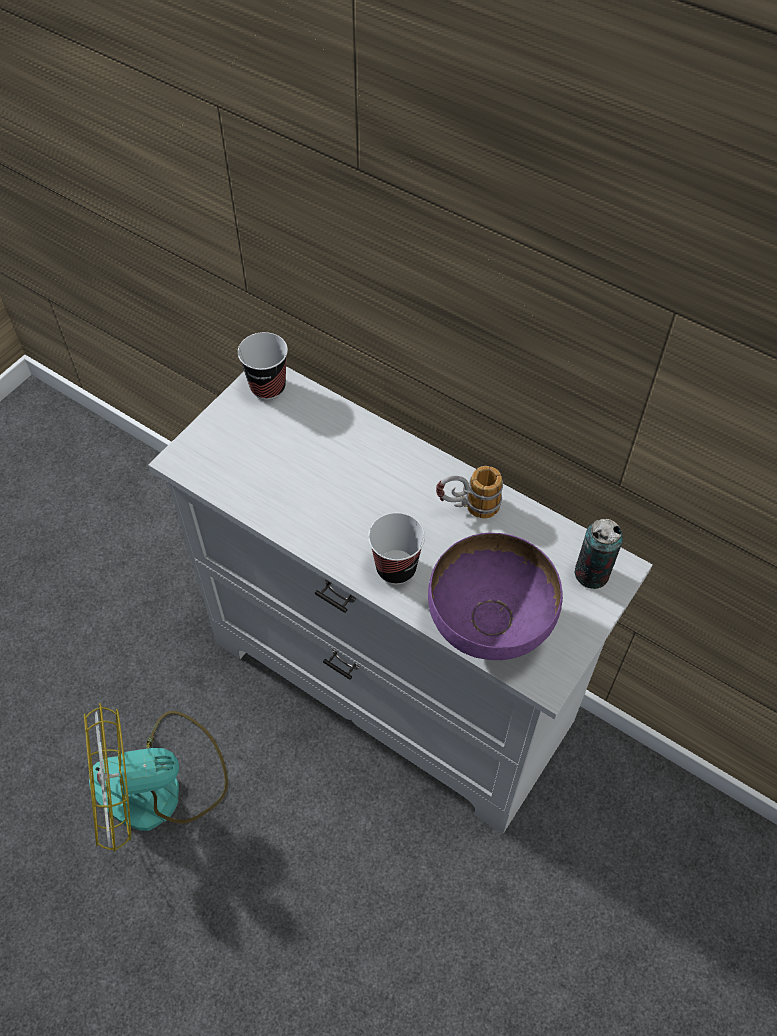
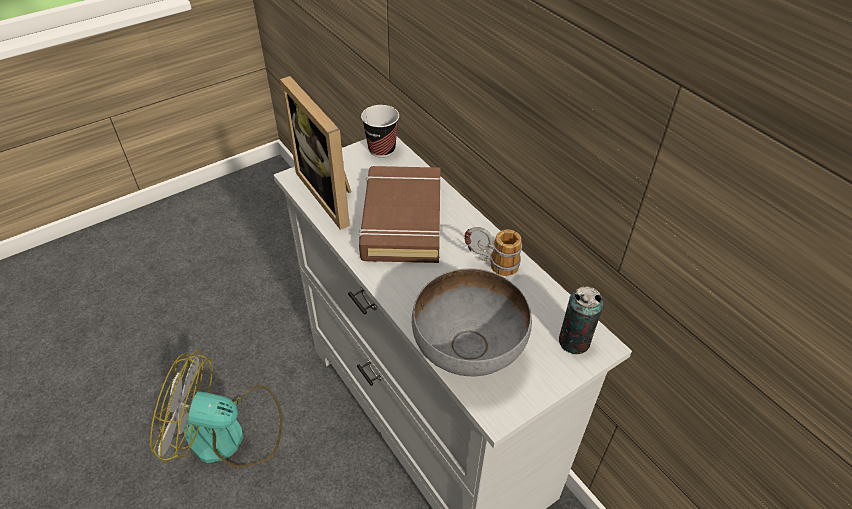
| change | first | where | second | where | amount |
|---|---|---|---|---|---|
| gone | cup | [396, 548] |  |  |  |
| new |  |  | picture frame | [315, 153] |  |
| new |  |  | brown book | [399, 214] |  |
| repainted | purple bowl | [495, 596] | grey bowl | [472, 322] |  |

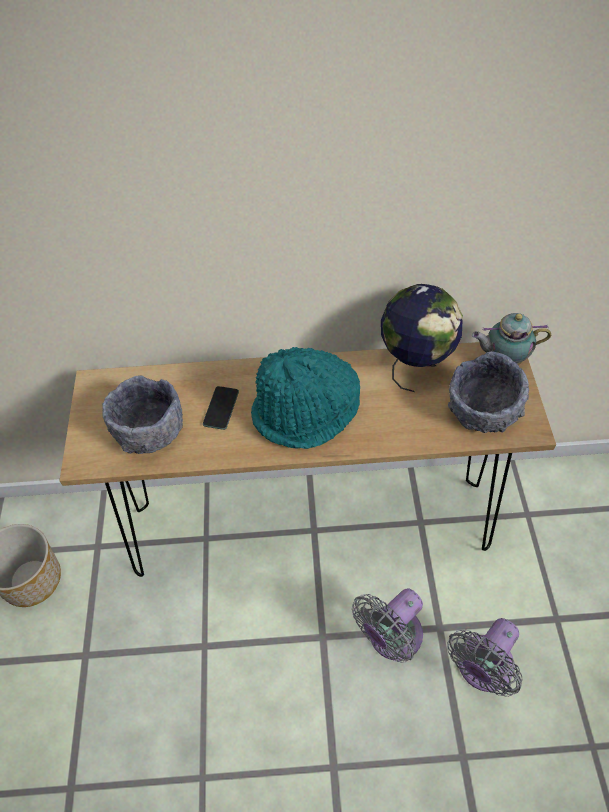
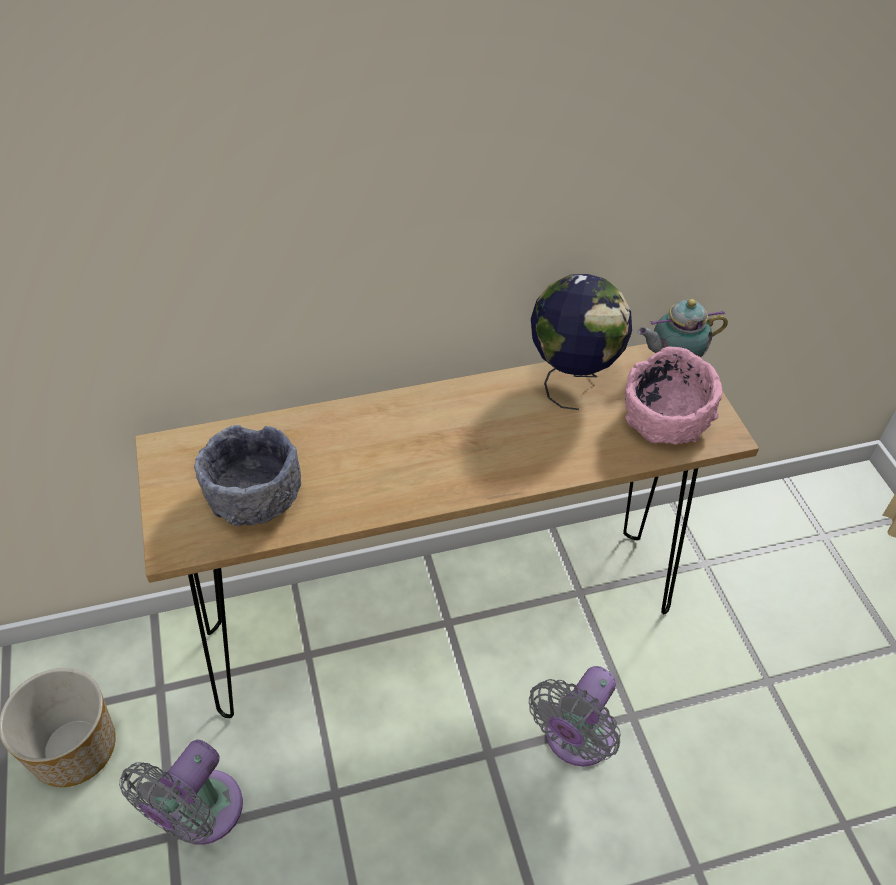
| change | first | where | second | where | amount |
|---|---|---|---|---|---|
| gone | phone | [221, 408] |  |  |  |
| gone | turquoise hat | [305, 398] |  |  |  |
| shifted | grey fan | [484, 657] |  | [181, 792] |  |
| repainted | grey bowl | [488, 392] | pink bowl | [673, 395] |  |

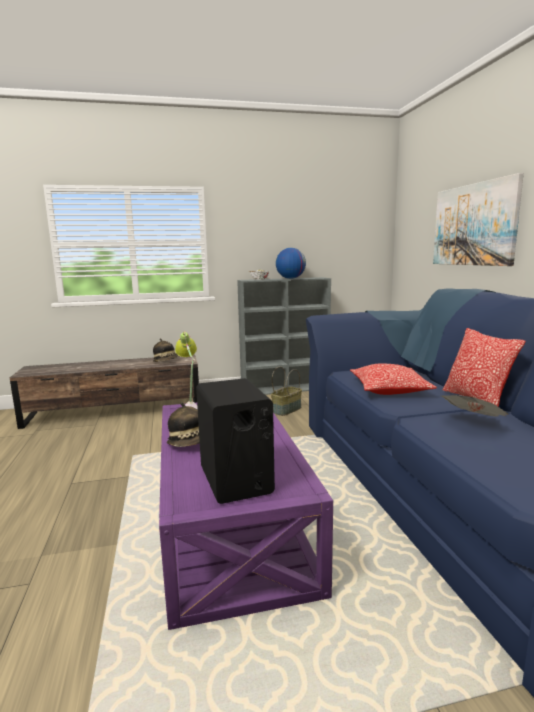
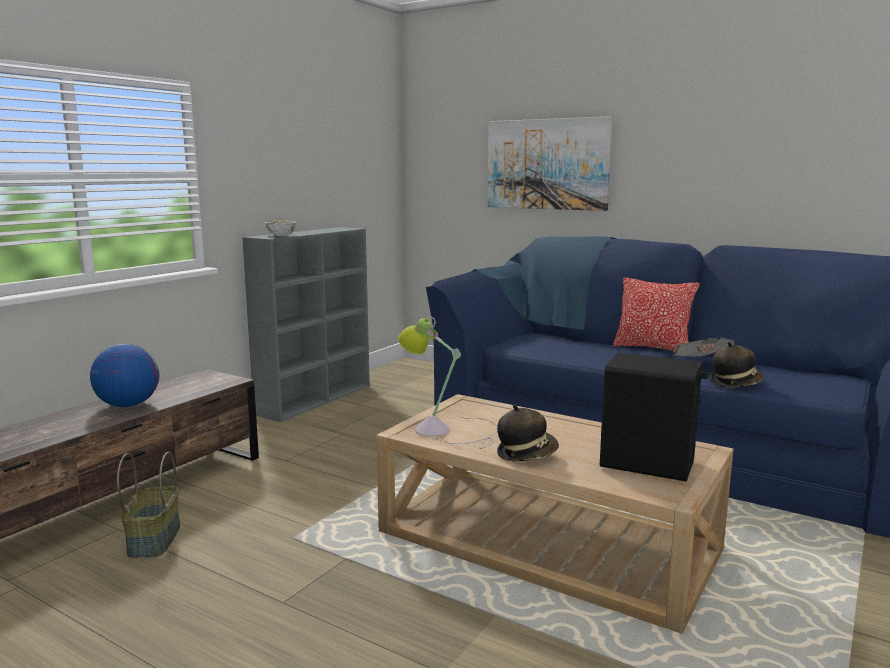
| change | first | where | second | where | amount |
|---|---|---|---|---|---|
| gone | pillow | [393, 379] |  |  |  |
| shifted | hat | [165, 350] |  | [737, 365] |  |
| shifted | basket | [286, 391] |  | [148, 504] |  |
| shifted | globe | [291, 263] |  | [124, 375] |  |
| repainted | purple coffee table | [246, 516] | beige coffee table | [554, 514] |  |

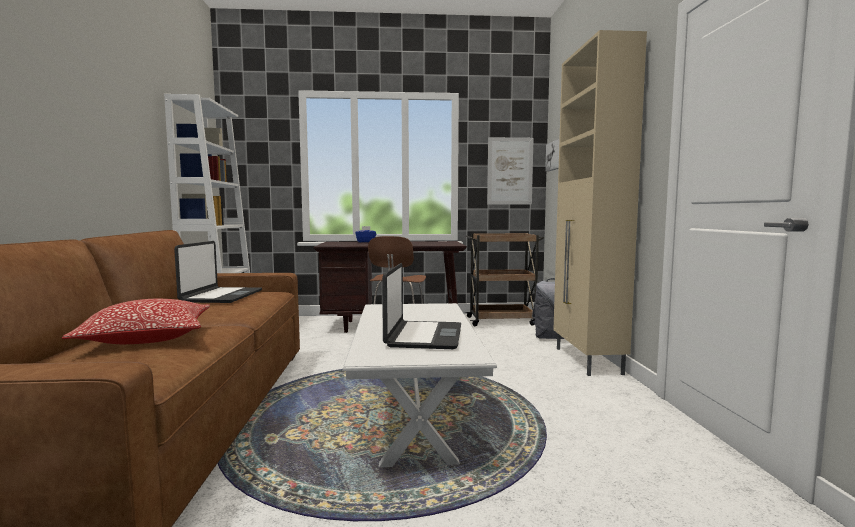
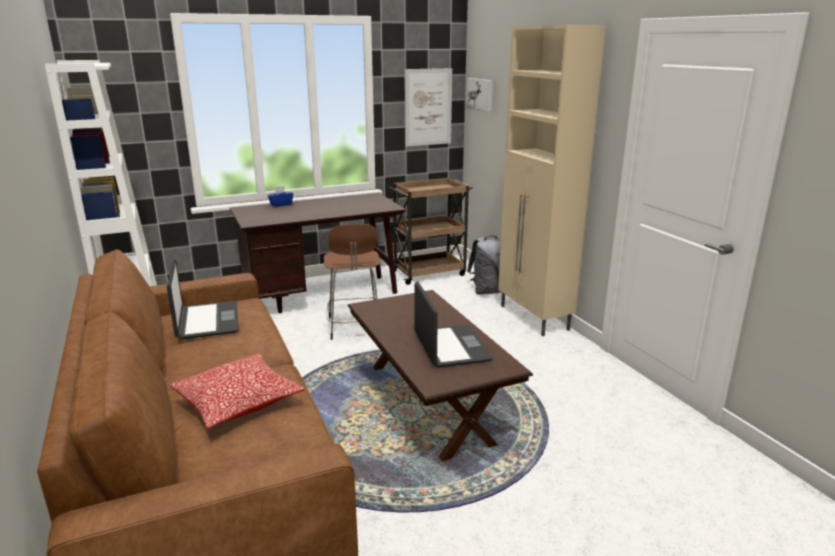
| change | first | where | second | where | amount |
|---|---|---|---|---|---|
| repainted | white coffee table | [419, 385] | brown coffee table | [440, 375] |  |

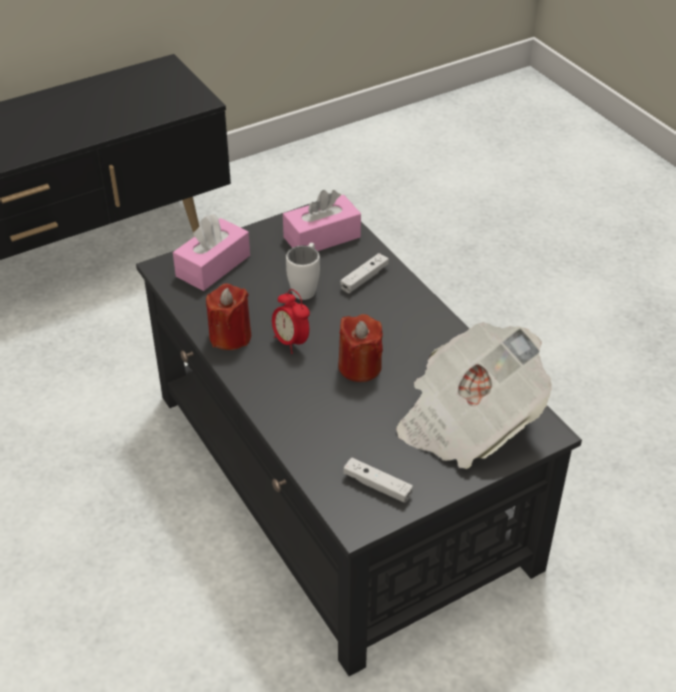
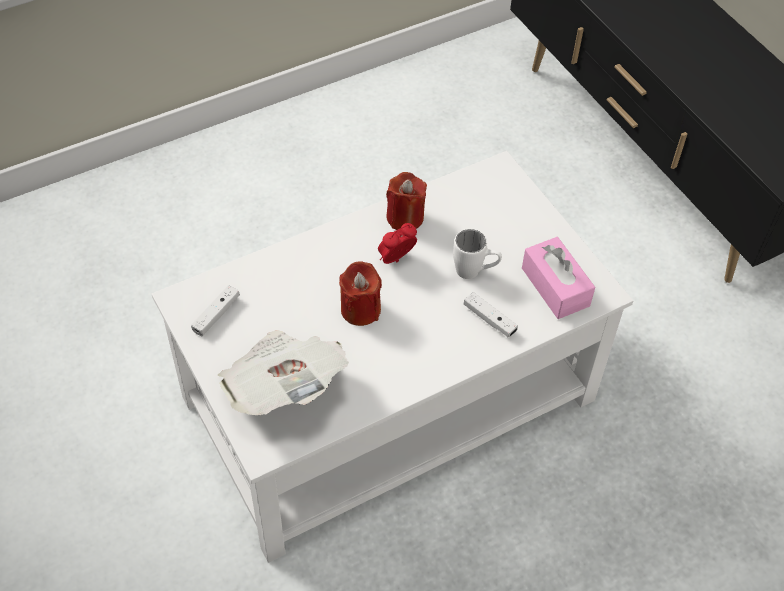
| change | first | where | second | where | amount |
|---|---|---|---|---|---|
| gone | pink tissue box | [211, 252] |  |  |  |
| repainted | black coffee table | [359, 438] | white coffee table | [392, 357] |  |

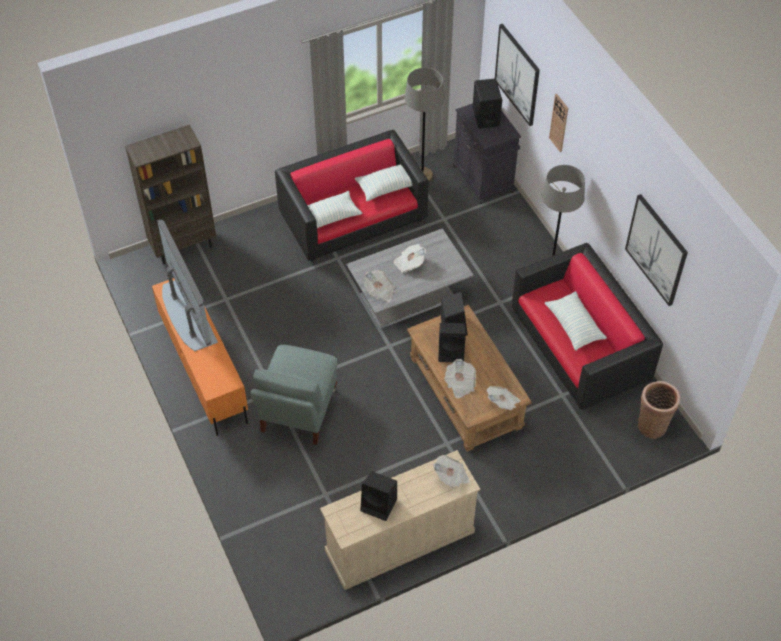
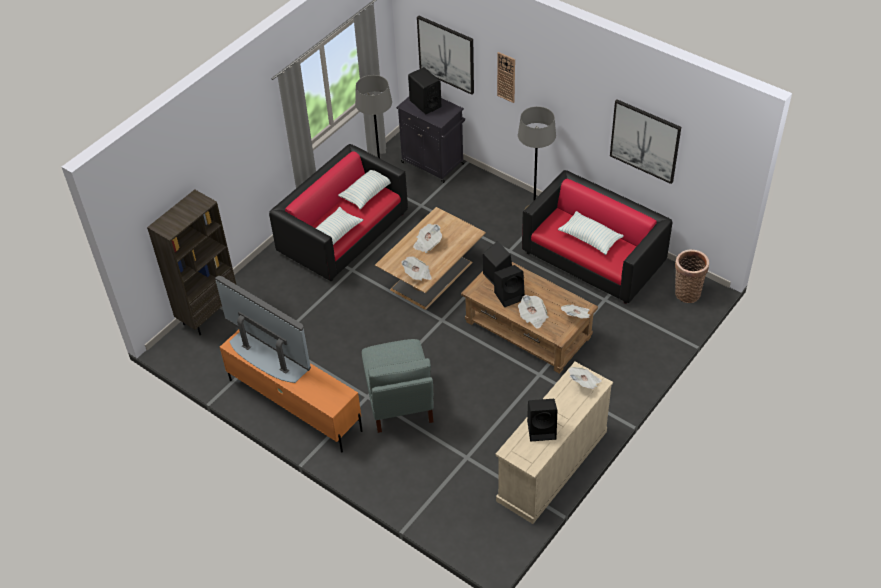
| change | first | where | second | where | amount |
|---|---|---|---|---|---|
| repainted | grey coffee table | [410, 278] | brown coffee table | [430, 258] |  |

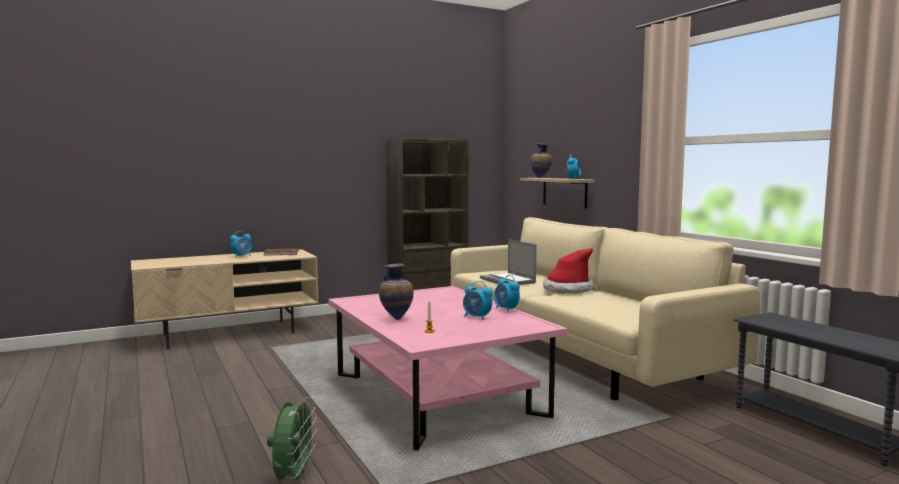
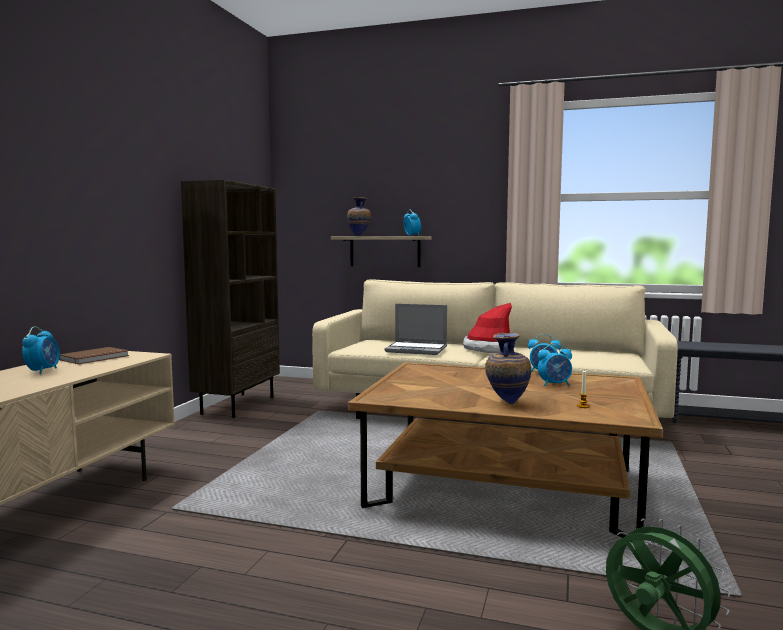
| change | first | where | second | where | amount |
|---|---|---|---|---|---|
| repainted | pink coffee table | [448, 368] | brown coffee table | [505, 452] |  |

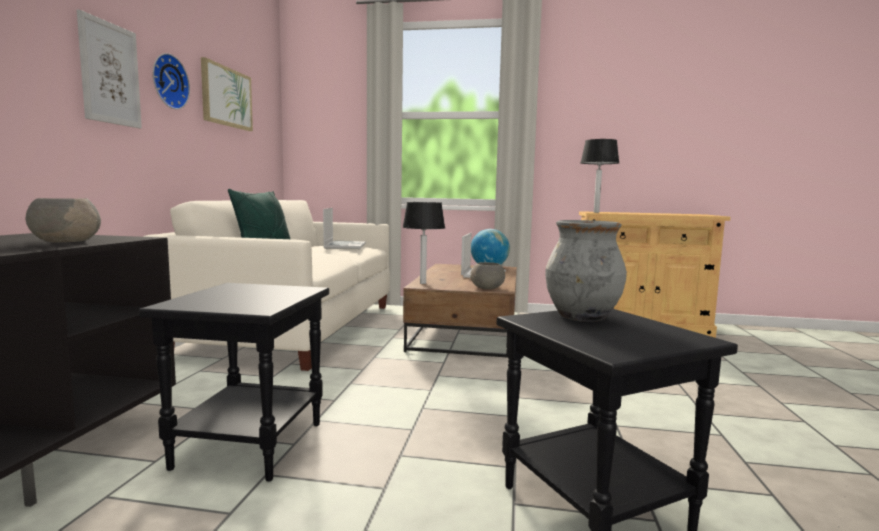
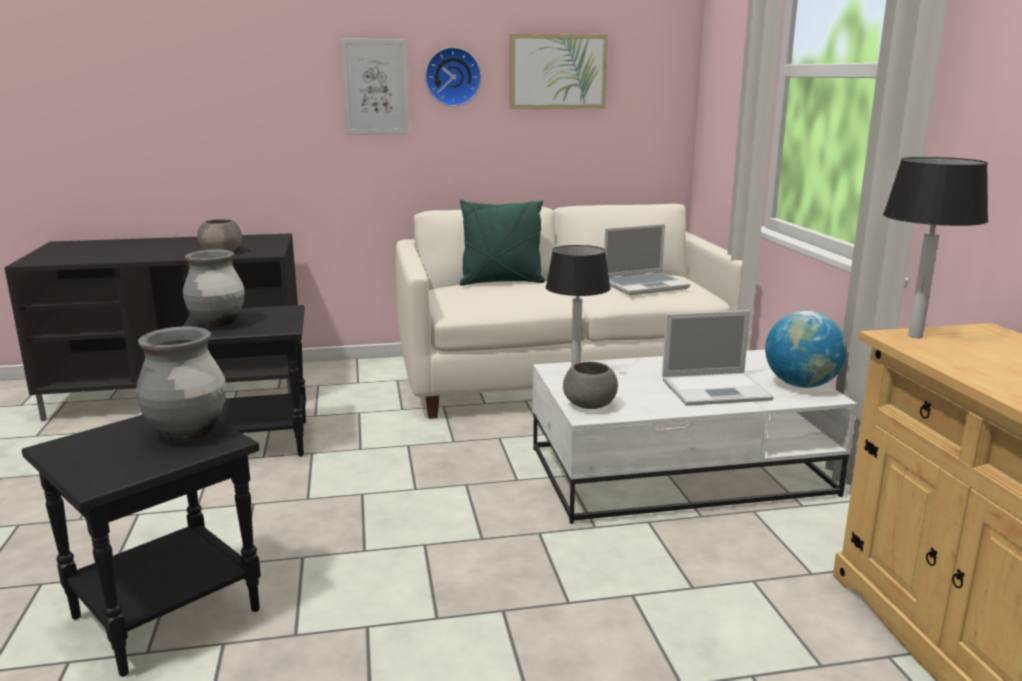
| change | first | where | second | where | amount |
|---|---|---|---|---|---|
| new |  |  | grey vase | [214, 288] |  |
| repainted | brown coffee table | [460, 311] | white coffee table | [695, 437] |  |

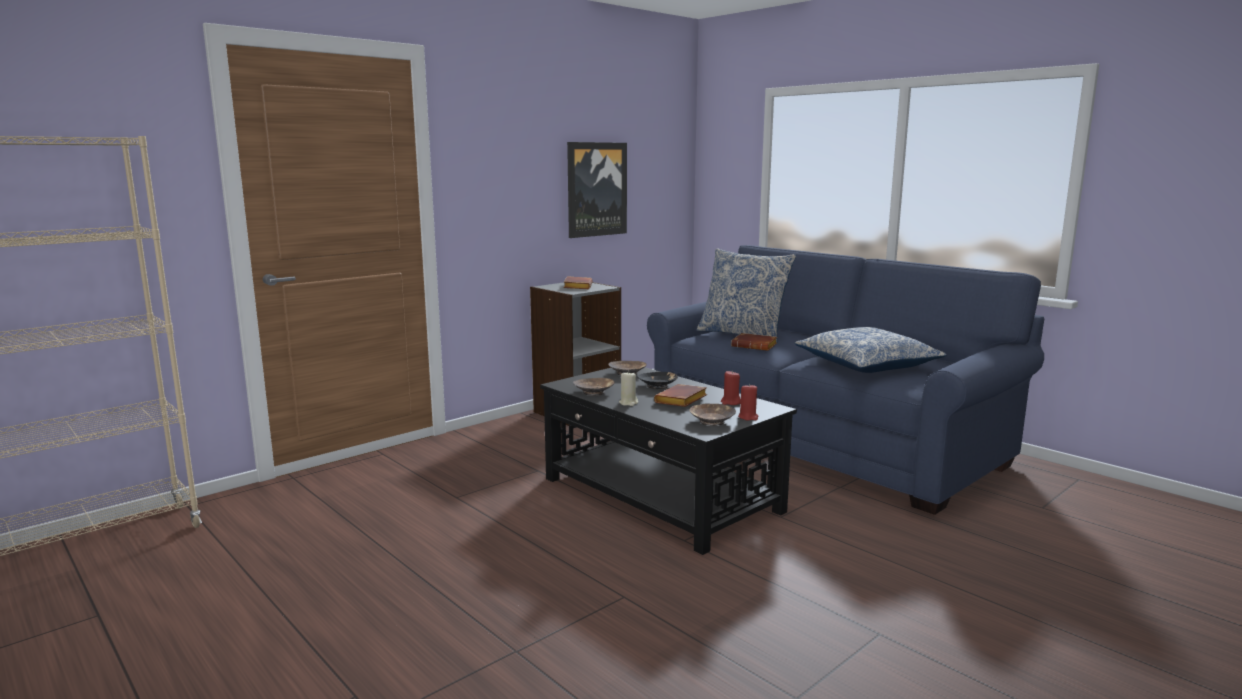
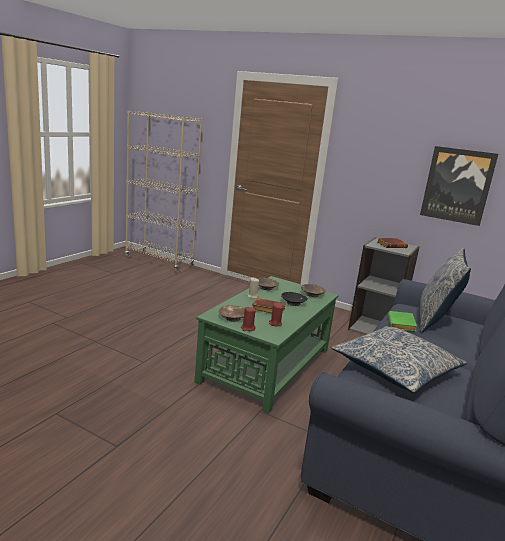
| change | first | where | second | where | amount |
|---|---|---|---|---|---|
| repainted | black coffee table | [668, 461] | green coffee table | [266, 345] |  |
| repainted | brown book | [754, 342] | green book | [402, 321] |  |

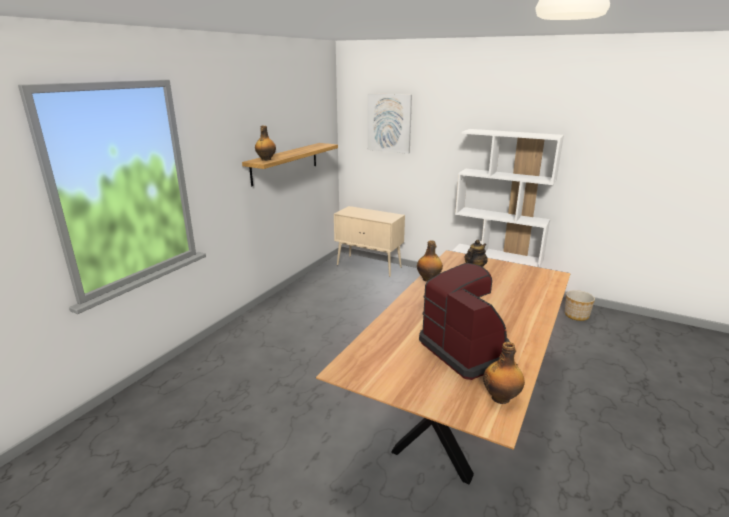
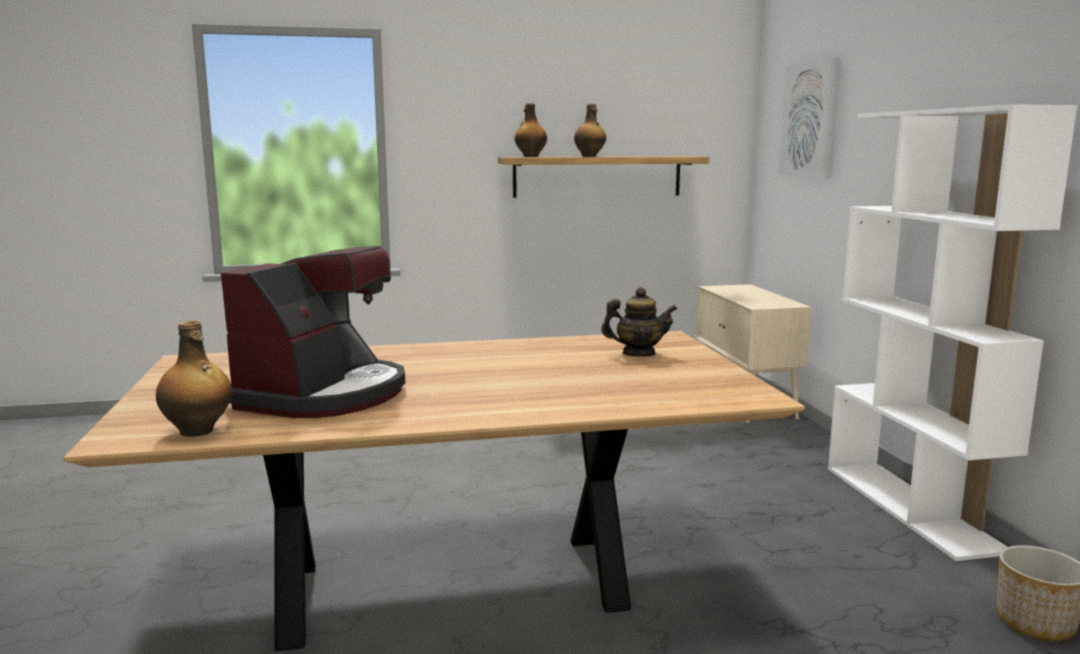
| change | first | where | second | where | amount |
|---|---|---|---|---|---|
| shifted | bottle | [430, 261] |  | [590, 130] |  |

